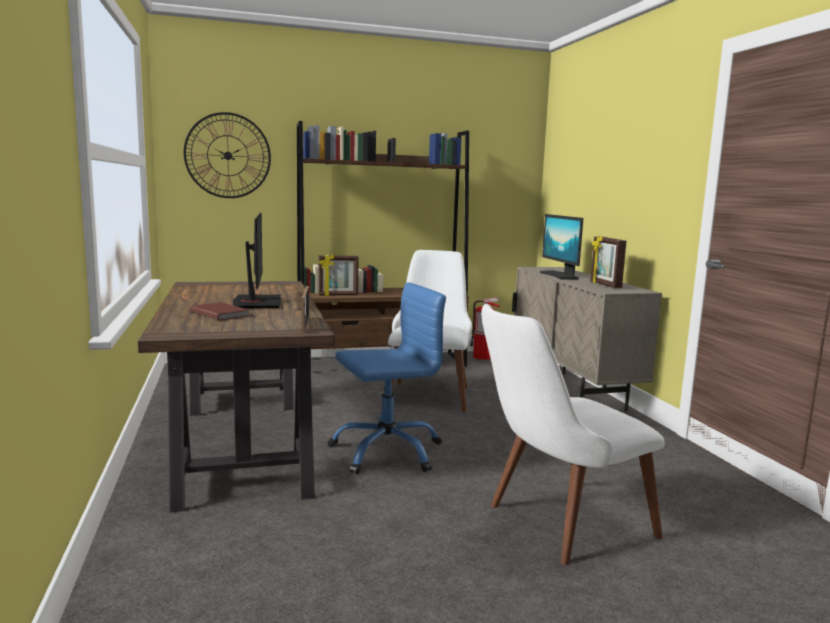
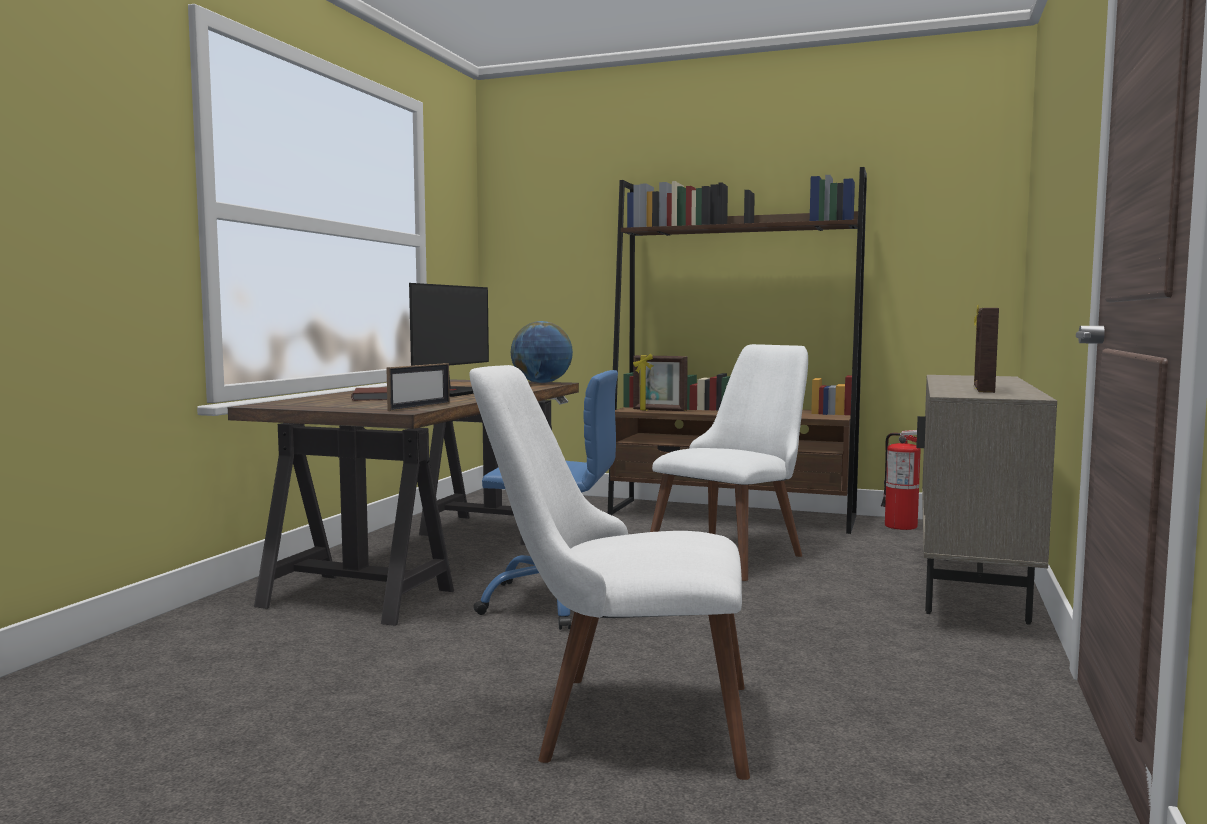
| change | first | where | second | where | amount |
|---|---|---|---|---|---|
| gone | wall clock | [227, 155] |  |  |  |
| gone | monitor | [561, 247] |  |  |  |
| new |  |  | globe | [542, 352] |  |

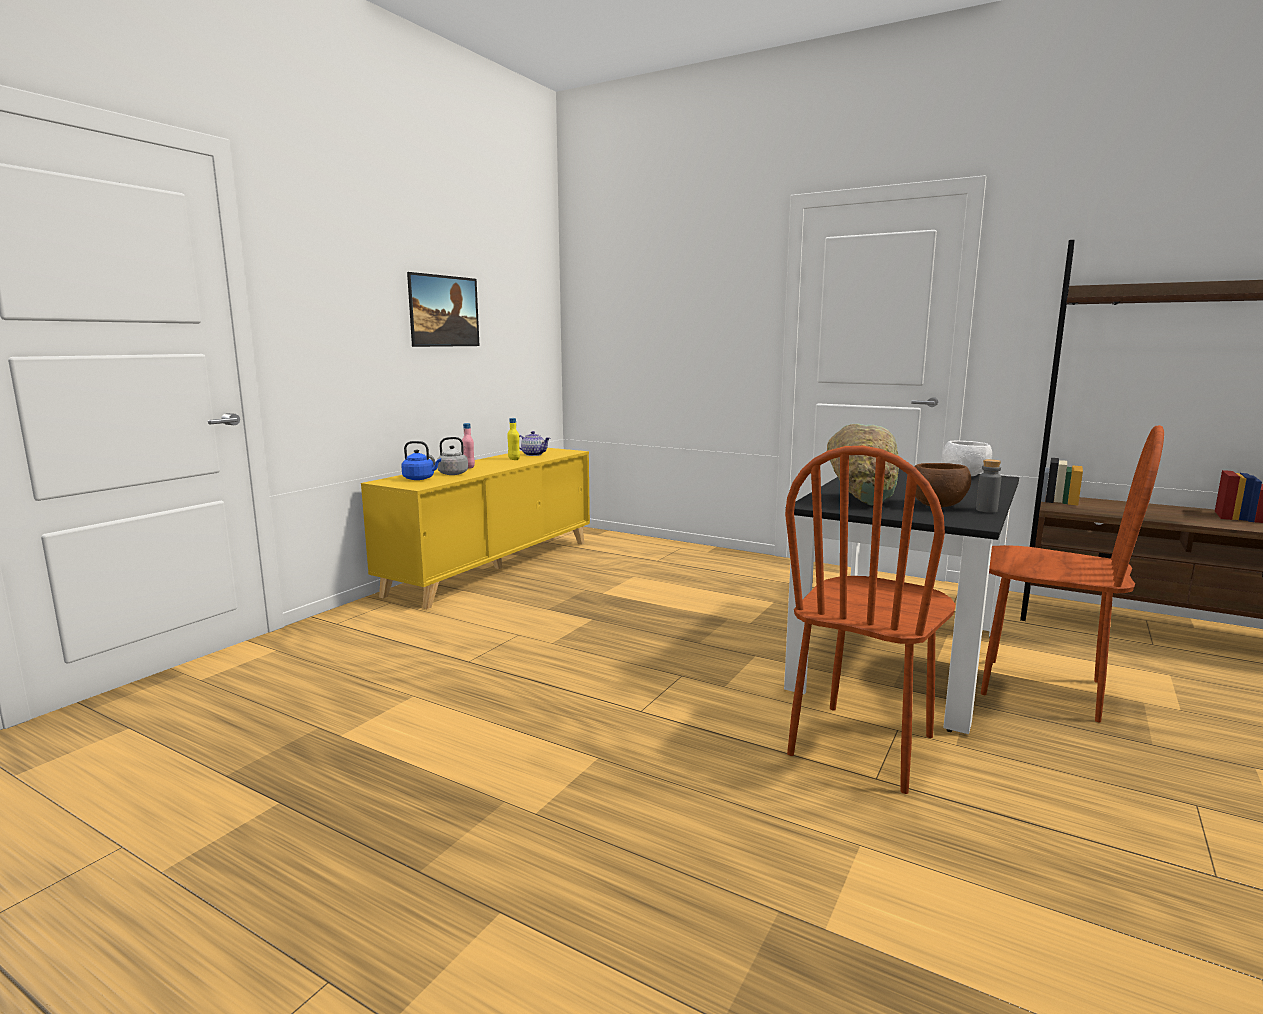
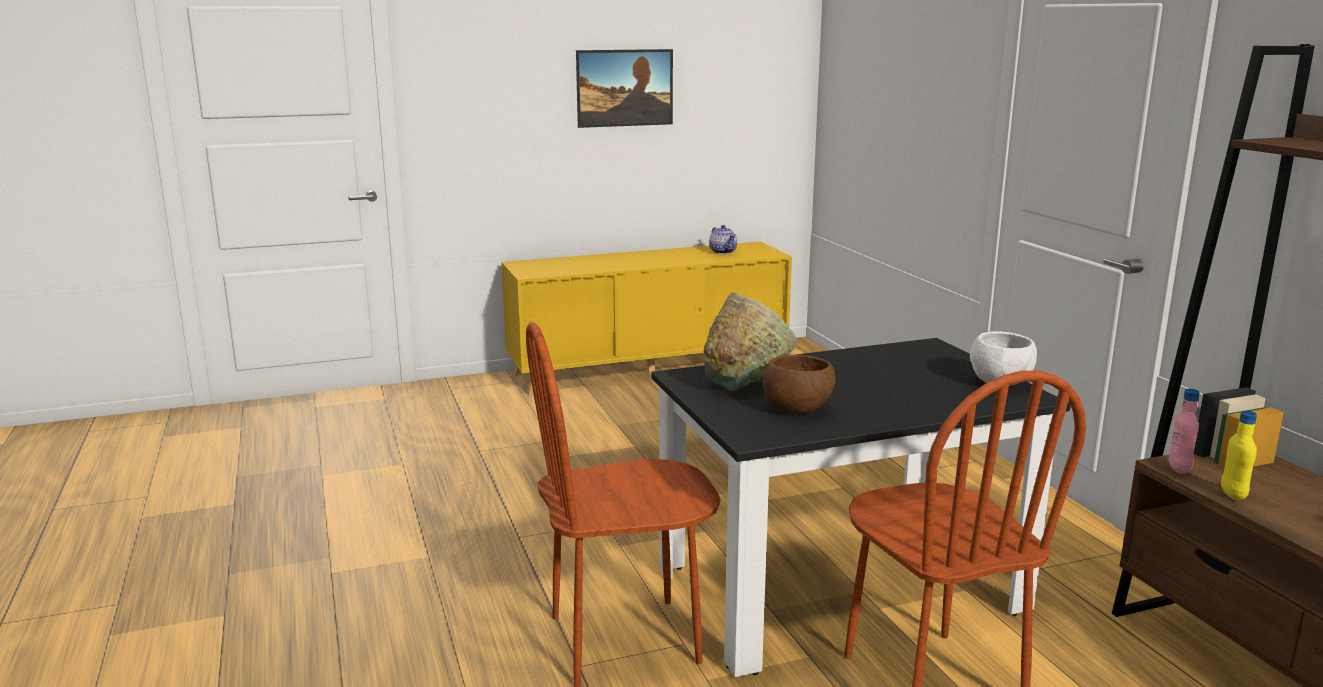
| change | first | where | second | where | amount |
|---|---|---|---|---|---|
| gone | blue kettle | [421, 460] |  |  |  |
| gone | grey kettle | [448, 456] |  |  |  |
| gone | grey bottle | [988, 486] |  |  |  |
| shifted | pink bottle | [468, 445] |  | [1184, 431] |  |
| shifted | yellow bottle | [513, 439] |  | [1239, 456] |  |

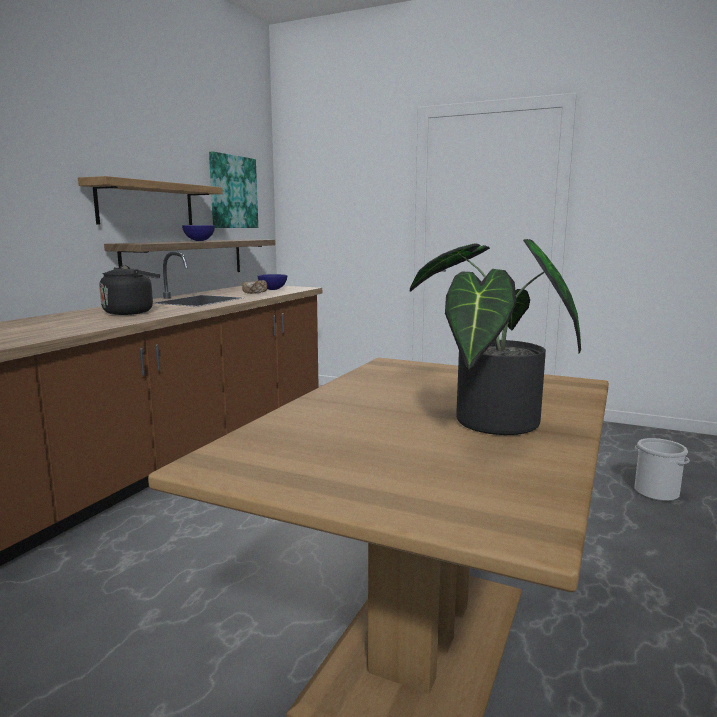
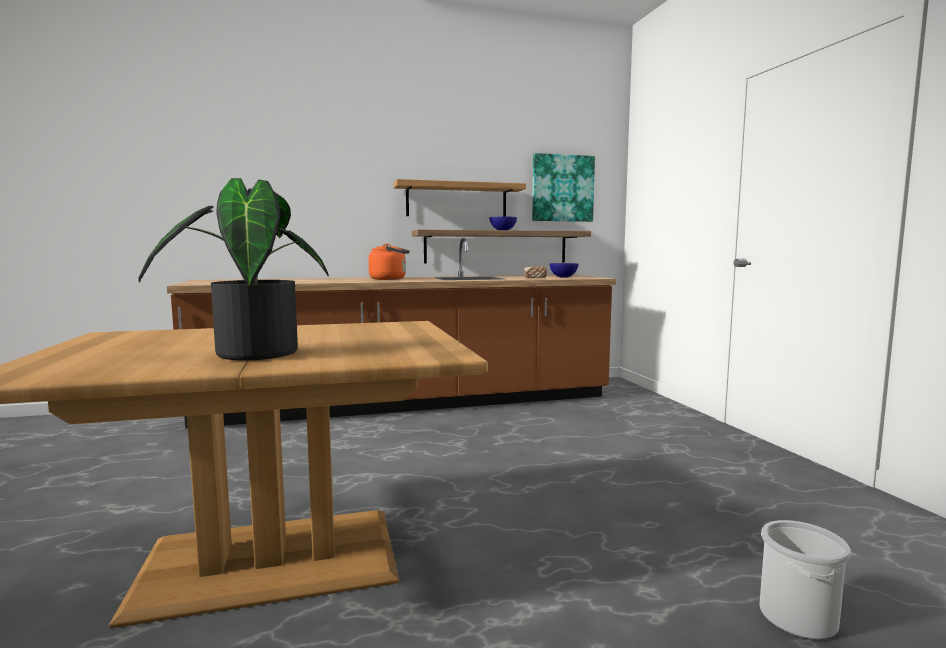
| change | first | where | second | where | amount |
|---|---|---|---|---|---|
| repainted | black kettle | [129, 290] | orange kettle | [389, 261] |  |

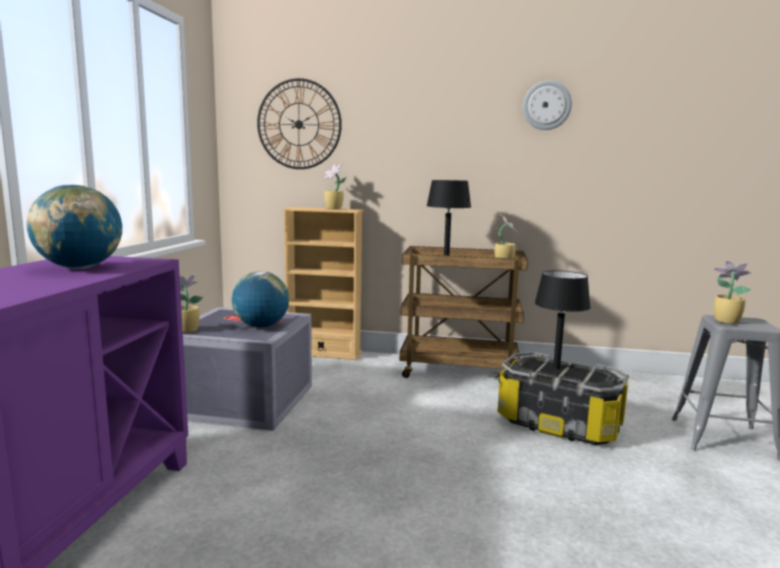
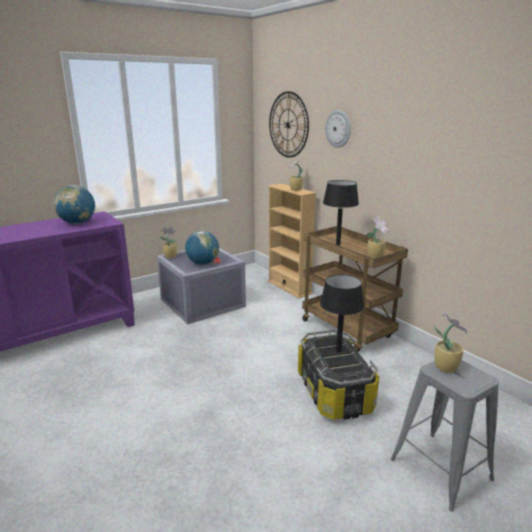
| change | first | where | second | where | amount |
|---|---|---|---|---|---|
| shifted | wall clock | [547, 105] |  | [338, 129] |  |

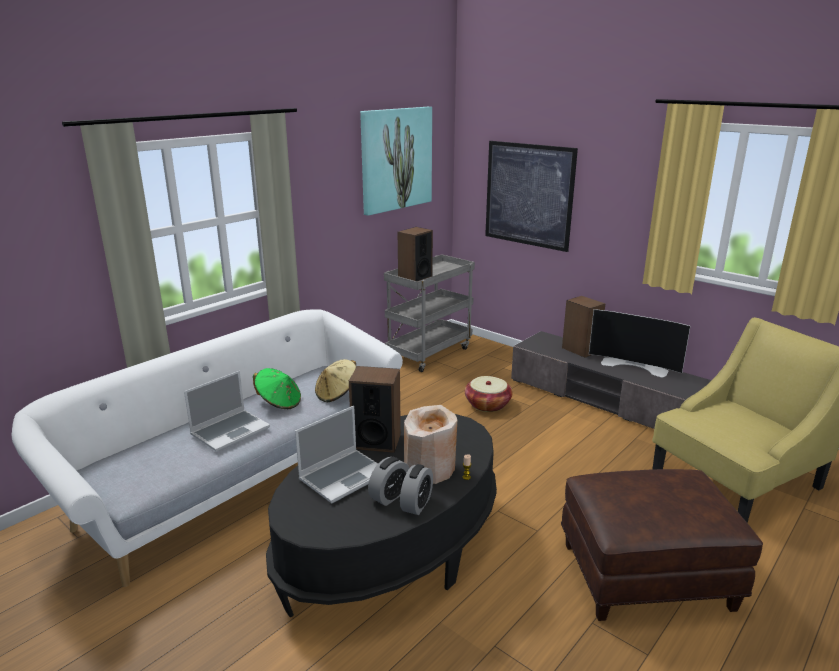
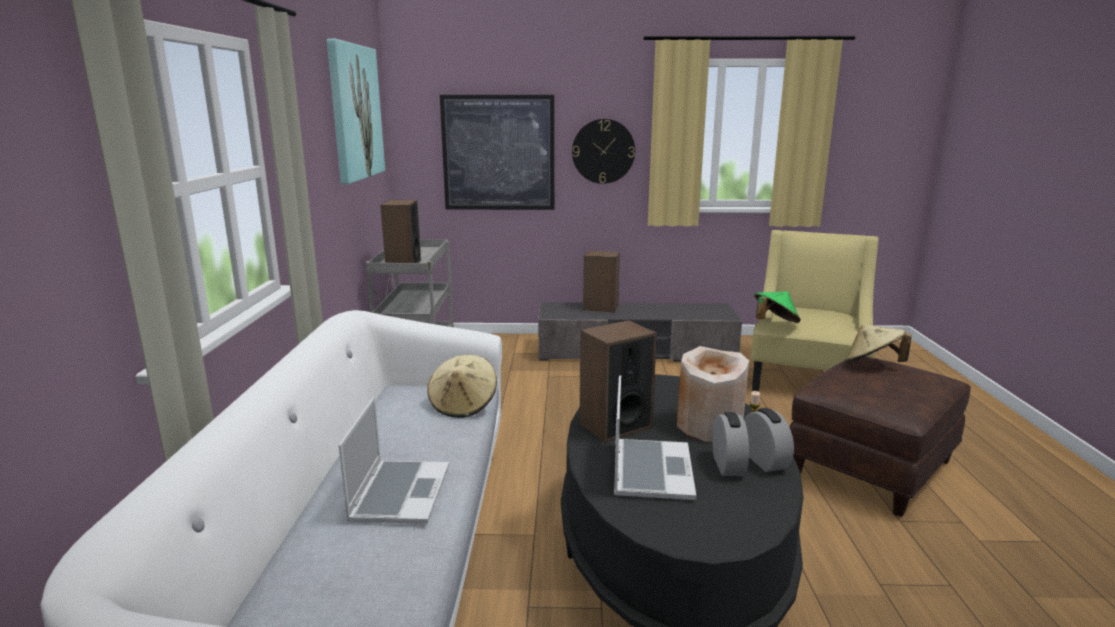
| change | first | where | second | where | amount |
|---|---|---|---|---|---|
| gone | basket | [489, 394] |  |  |  |
| gone | television | [639, 343] |  |  |  |
| new |  |  | wall clock | [603, 151] |  |
| new |  |  | beige hat | [878, 343] |  |
| shifted | green hat | [277, 388] |  | [777, 307] |  |

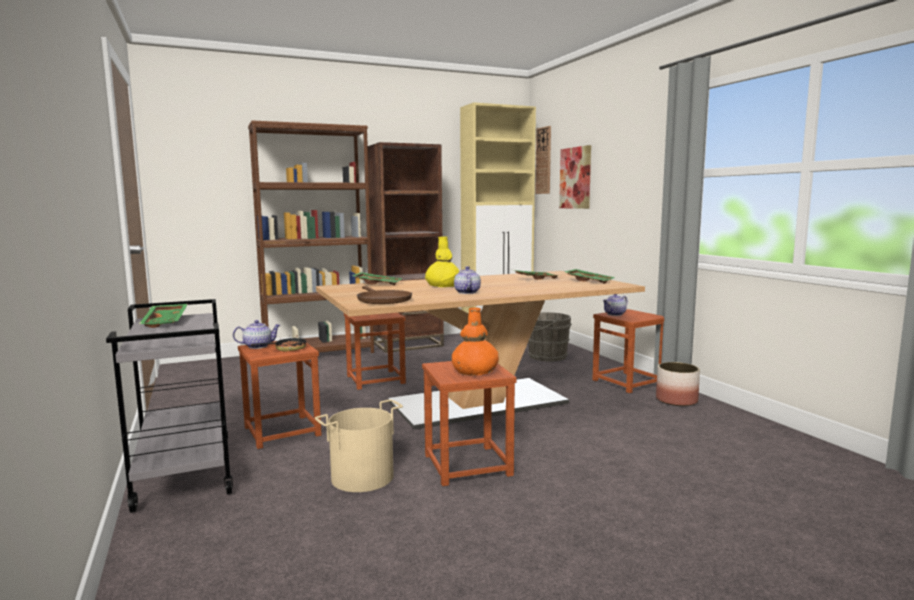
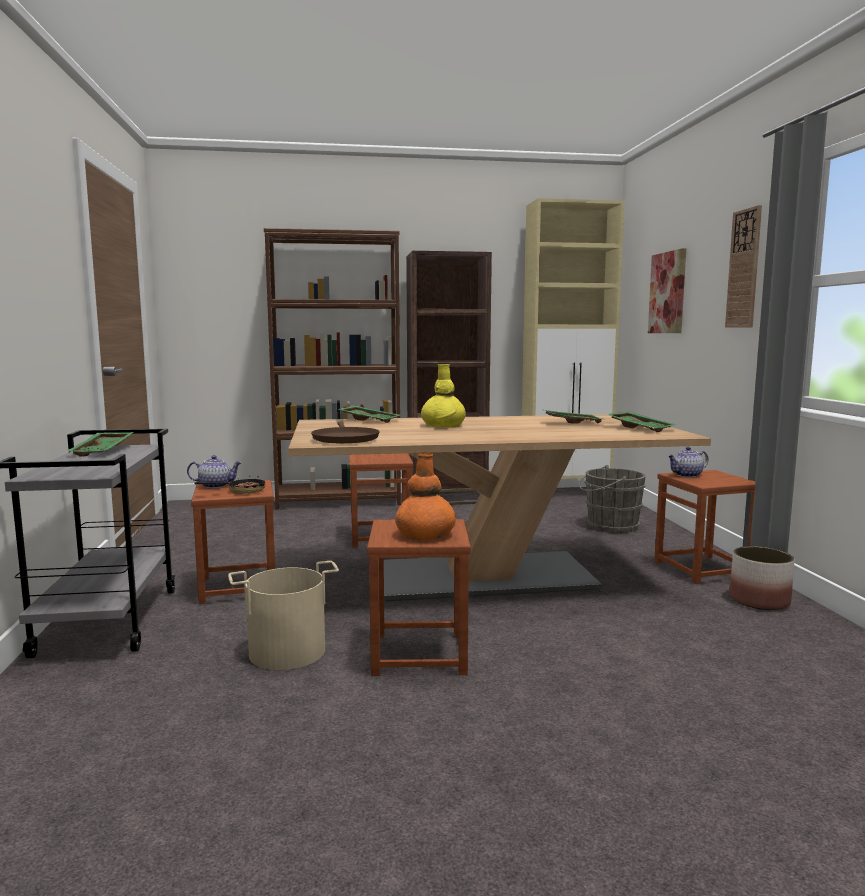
| change | first | where | second | where | amount |
|---|---|---|---|---|---|
| gone | teapot | [467, 280] |  |  |  |
| shifted | wall clock | [543, 160] |  | [743, 266] |  |

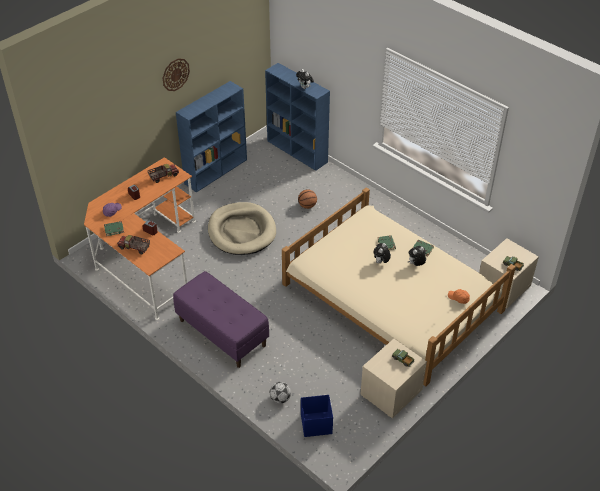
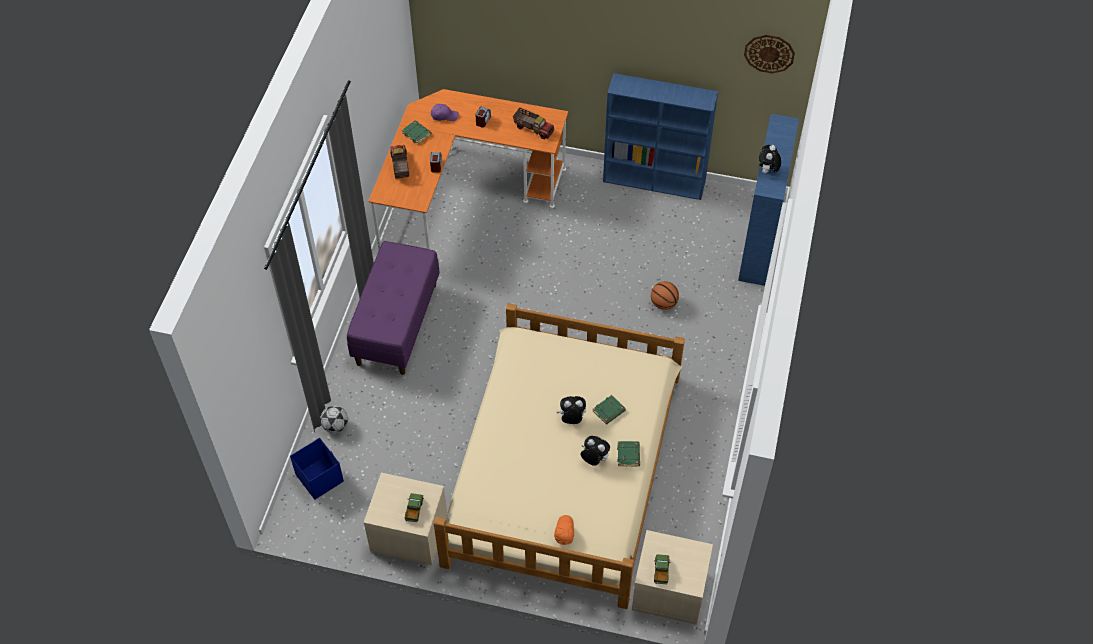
| change | first | where | second | where | amount |
|---|---|---|---|---|---|
| gone | beige dog bed | [242, 228] |  |  |  |
| shifted | wall clock | [176, 74] |  | [769, 54] |  |

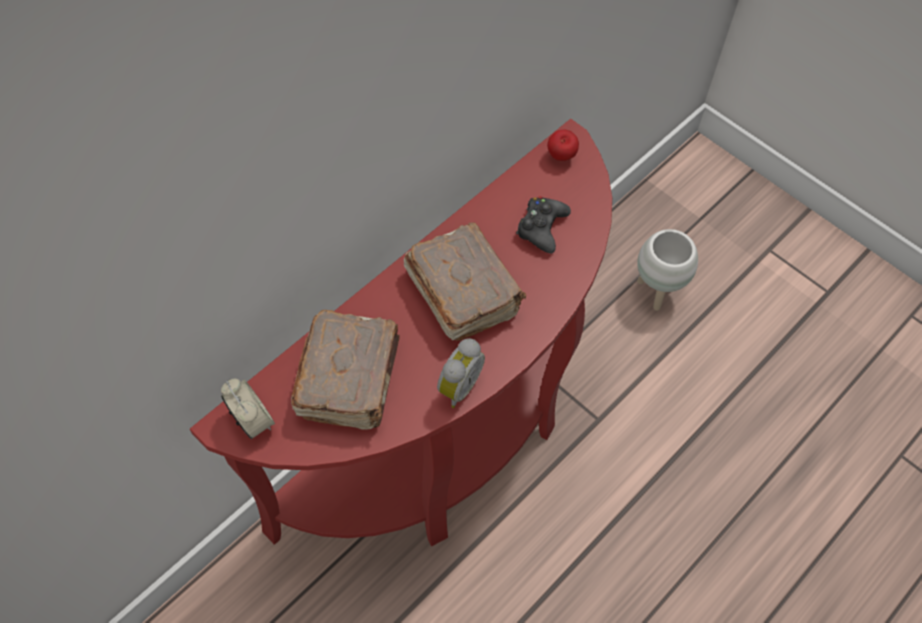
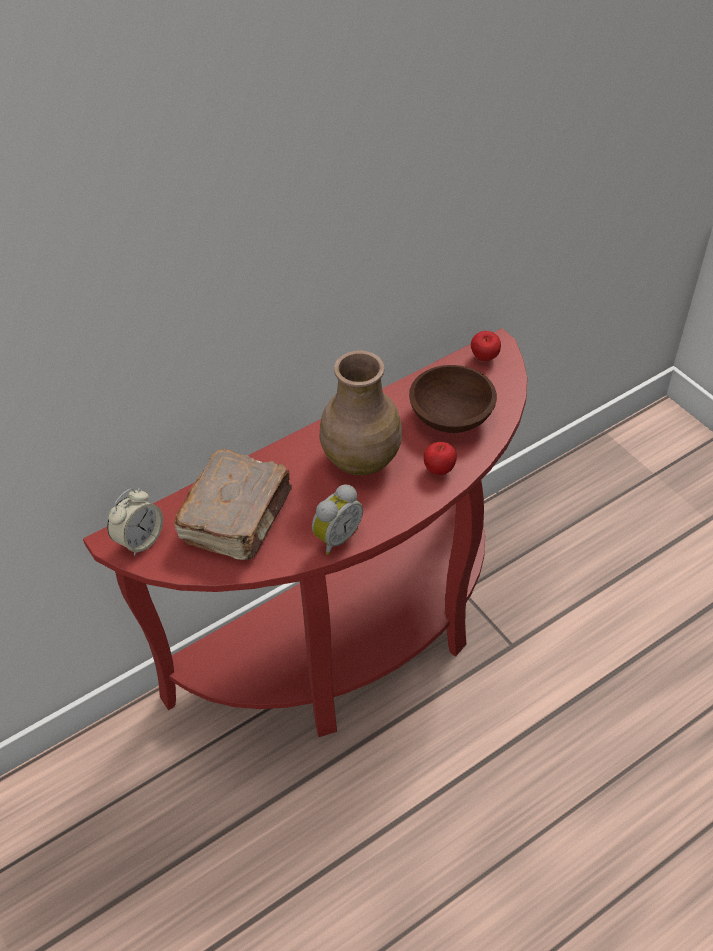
| change | first | where | second | where | amount |
|---|---|---|---|---|---|
| gone | white planter | [667, 270] |  |  |  |
| new |  |  | apple | [440, 458] |  |
| swapped | brown book | [464, 281] | brown vase | [360, 413] |  |
| swapped | black game controller | [543, 224] | brown bowl | [453, 399] |  |
| rotated | alarm clock | [248, 409] |  | [135, 522] | 60 degrees clockwise |

